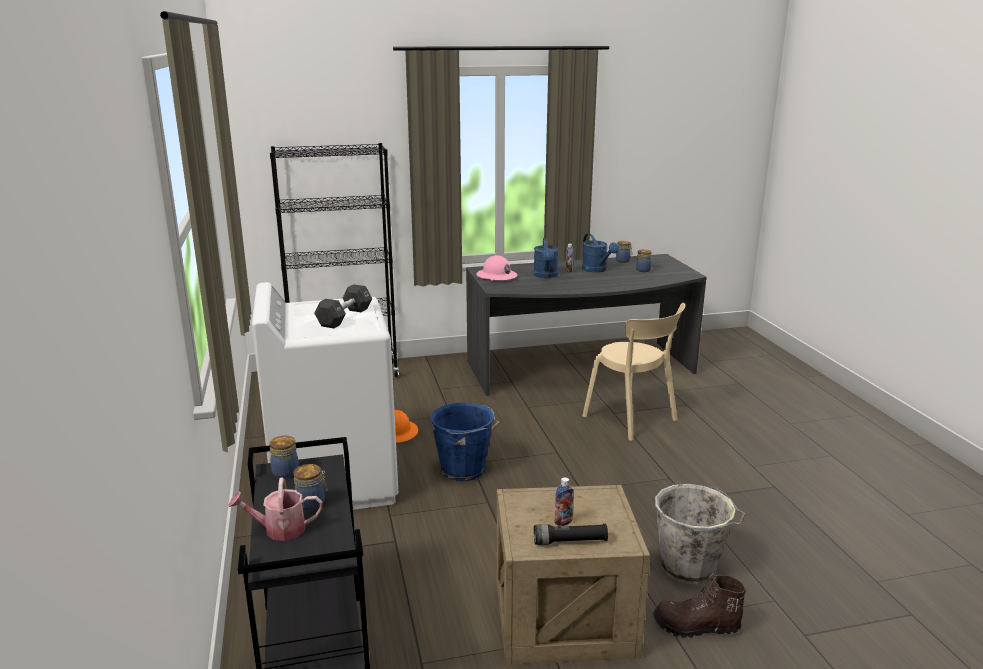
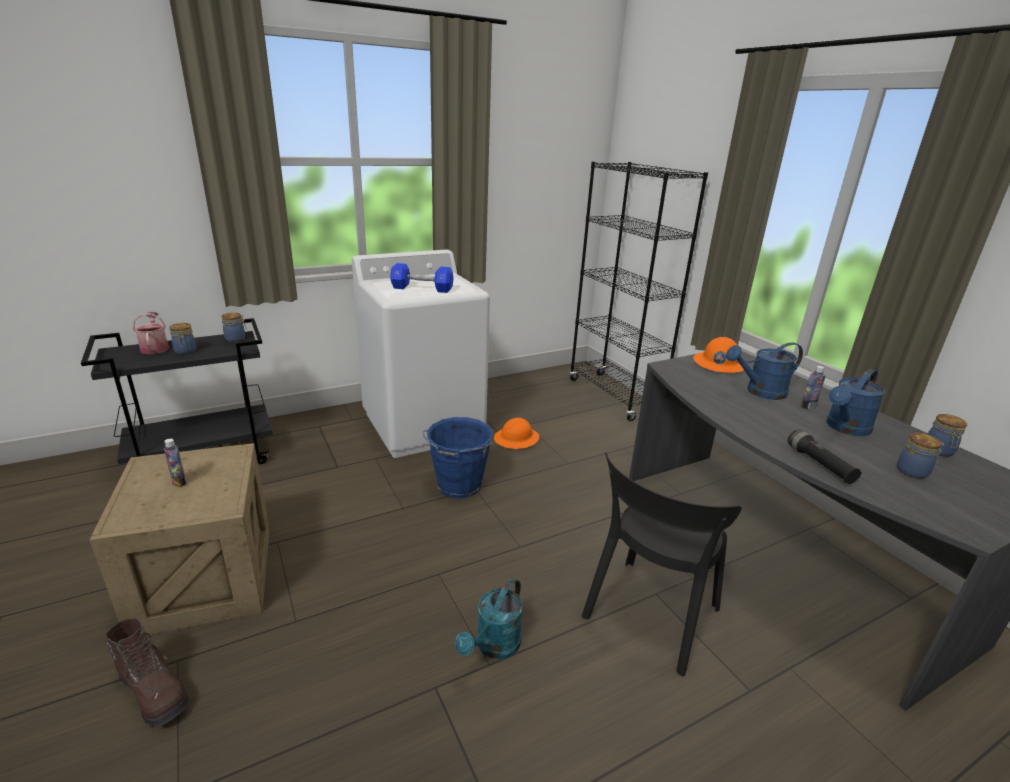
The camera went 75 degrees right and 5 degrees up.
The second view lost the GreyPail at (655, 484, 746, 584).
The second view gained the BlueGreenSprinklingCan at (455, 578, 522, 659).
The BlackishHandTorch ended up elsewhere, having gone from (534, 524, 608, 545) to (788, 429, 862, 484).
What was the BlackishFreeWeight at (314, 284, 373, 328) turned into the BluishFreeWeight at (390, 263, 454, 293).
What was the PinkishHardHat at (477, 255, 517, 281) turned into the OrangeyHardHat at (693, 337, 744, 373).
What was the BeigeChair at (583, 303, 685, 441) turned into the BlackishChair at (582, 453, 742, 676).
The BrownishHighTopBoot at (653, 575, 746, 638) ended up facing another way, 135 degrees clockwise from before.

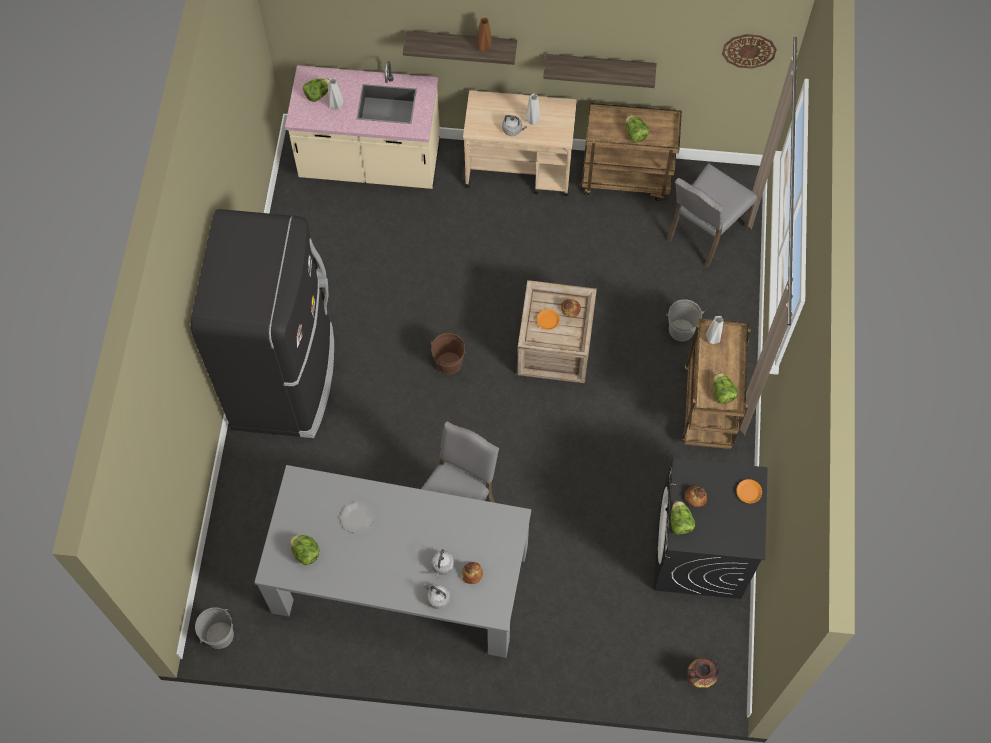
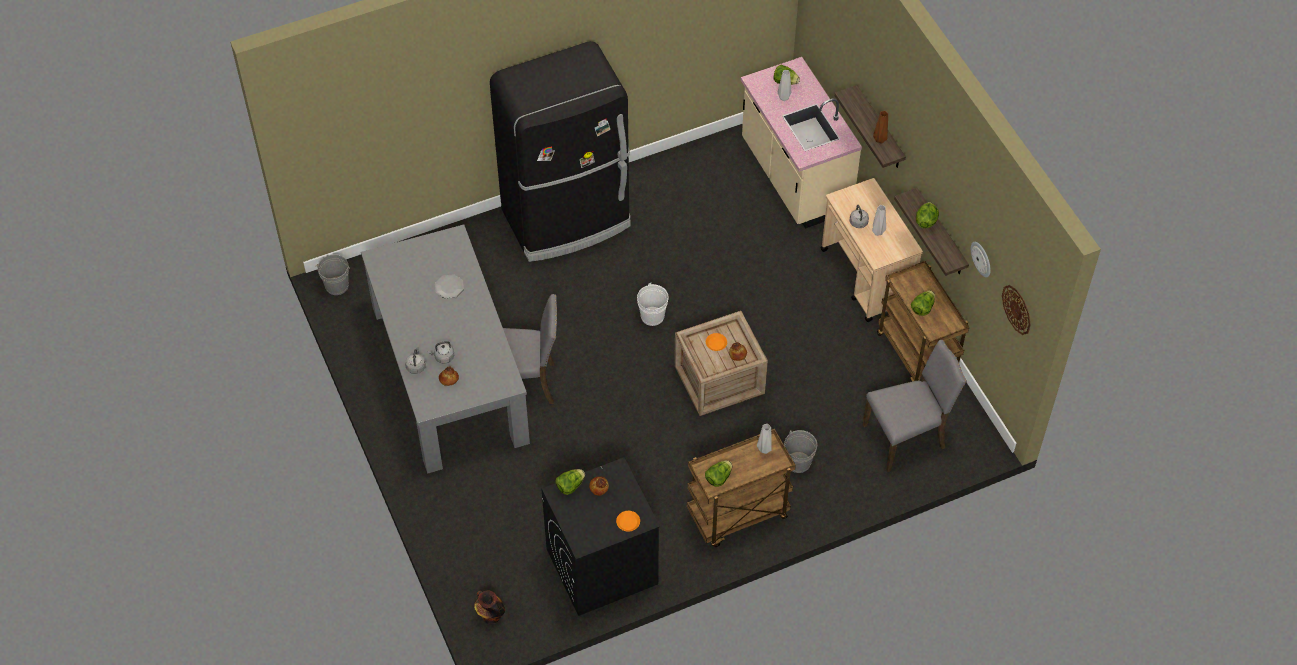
The camera went 60 degrees right and 10 degrees down.
The second view gained the WallClock at (971, 242, 991, 277).
The LettuceHead ended up elsewhere, having gone from (290, 535, 319, 565) to (916, 202, 939, 228).
What was the BrownishPail at (430, 333, 467, 375) turned into the WhitePail at (637, 283, 669, 326).
The GreyChair at (667, 164, 757, 268) ended up facing another way, 150 degrees clockwise from before.

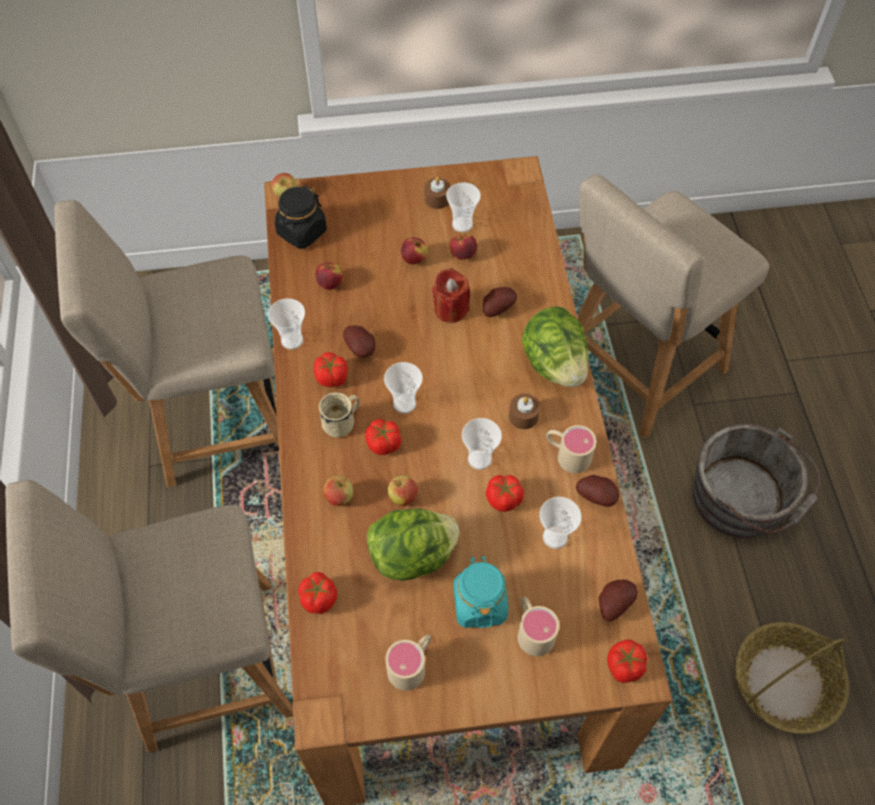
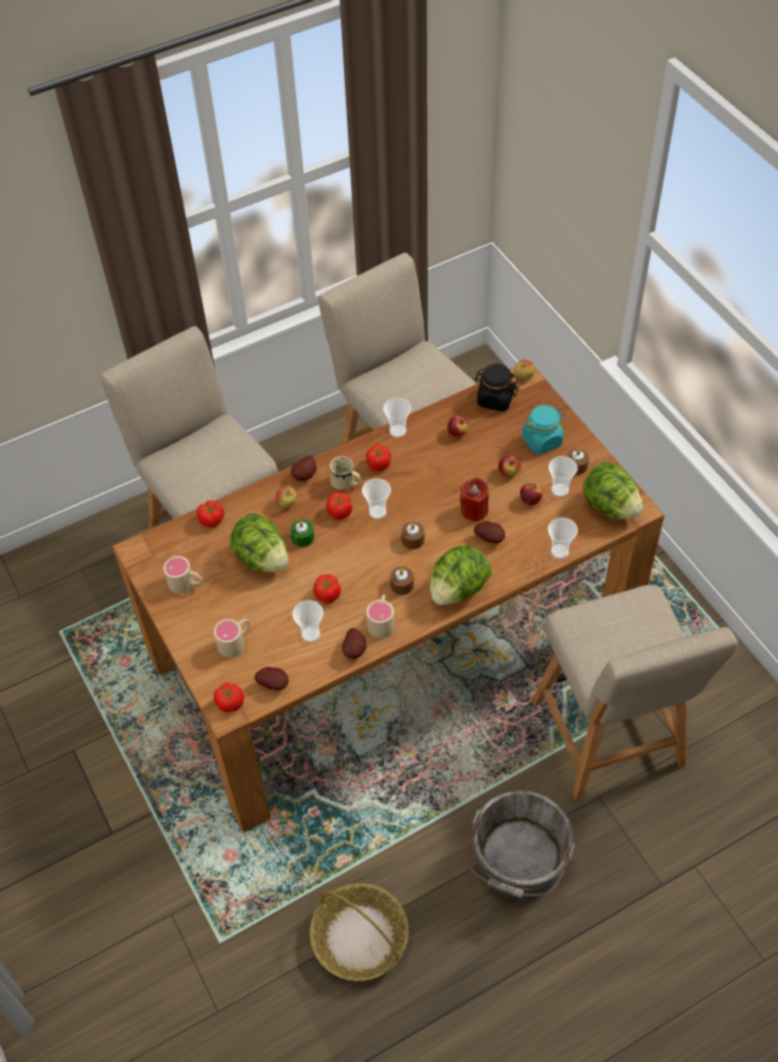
The camera went 70 degrees right and 5 degrees down.
The second view gained the BrownishWaxLight at (401, 522, 424, 549).
The second view gained the LettuceHead at (583, 462, 643, 519).
The Potato ended up elsewhere, having gone from (343, 325, 376, 358) to (291, 456, 317, 481).
The BlueGreenPreserveJar ended up elsewhere, having gone from (453, 555, 508, 628) to (522, 405, 565, 455).
The DrinkingCup ended up elsewhere, having gone from (462, 418, 502, 470) to (548, 518, 578, 559).
Where the AppleFruit stood at (387, 475, 418, 507), the GreenWaxLight came to stand at (290, 520, 314, 547).
The BeigeChair at (577, 174, 770, 438) ended up facing another way, 135 degrees counterclockwise from before.

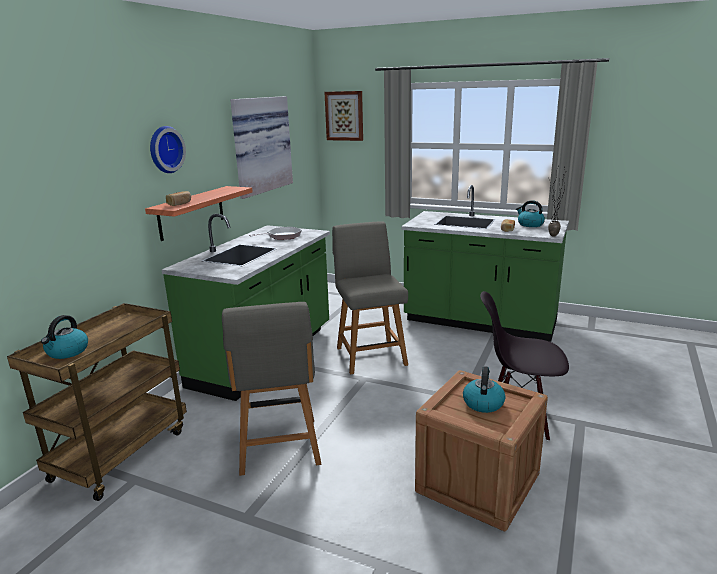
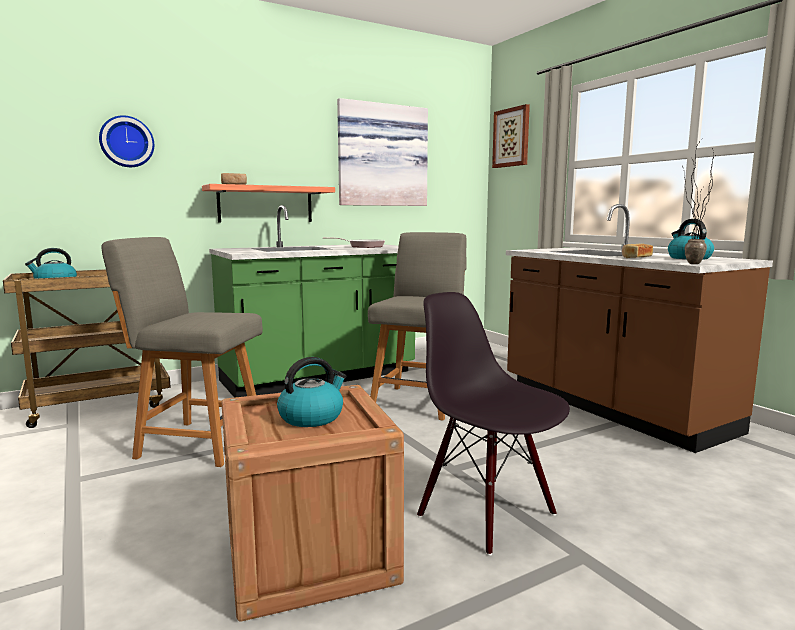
The camera went 35 degrees right and 10 degrees down.
The WallClock ended up elsewhere, having gone from (150, 126, 186, 173) to (99, 115, 154, 167).
What was the GreenCounter at (401, 185, 569, 342) turned into the BrownishCounter at (506, 204, 773, 453).
The GreyChair at (222, 302, 321, 476) ended up facing another way, 75 degrees clockwise from before.

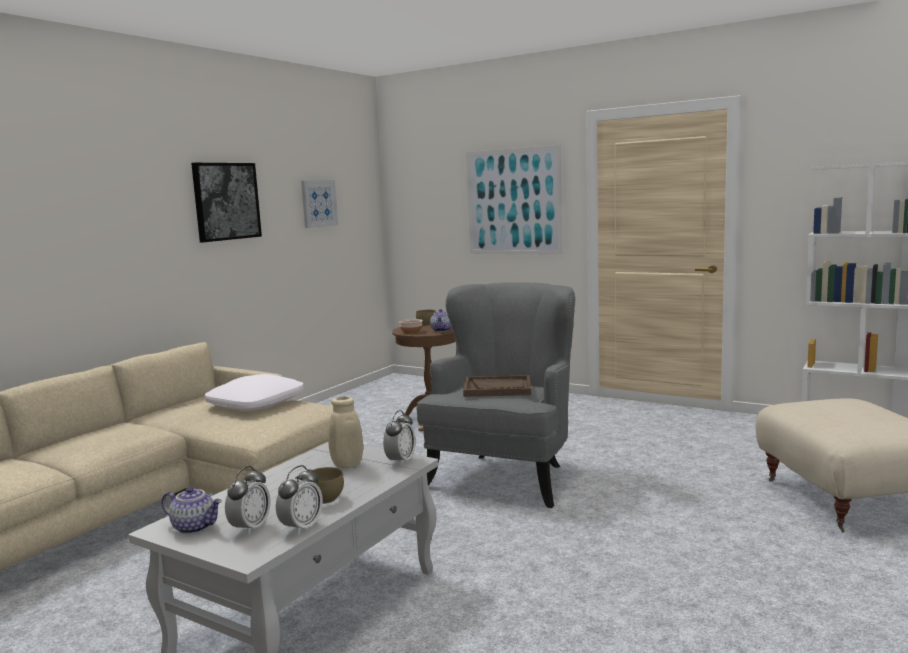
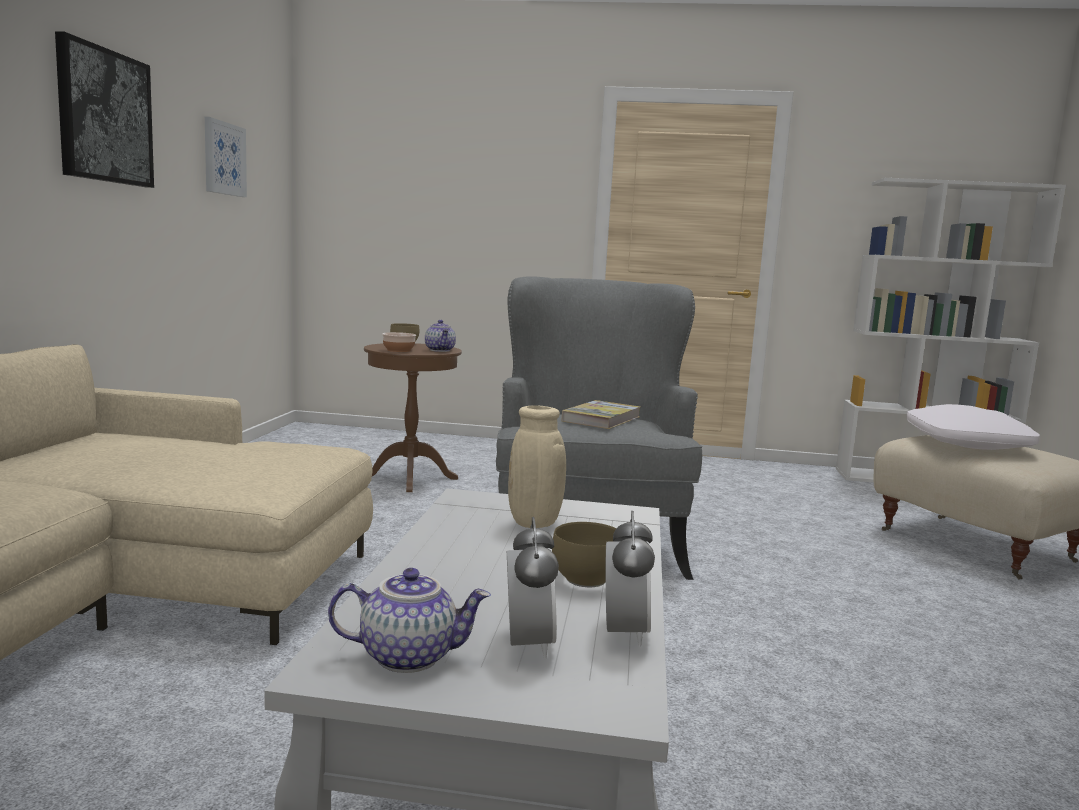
The camera went 25 degrees left and 0 degrees up.
The second view lost the BedsideClock at (383, 410, 415, 466).
The second view lost the WallPicture at (466, 145, 563, 255).
The WhiteThrowPillow ended up elsewhere, having gone from (205, 374, 304, 411) to (907, 404, 1040, 450).
Where the BrownishServingTray stood at (463, 375, 531, 397), the Volume came to stand at (562, 400, 640, 429).

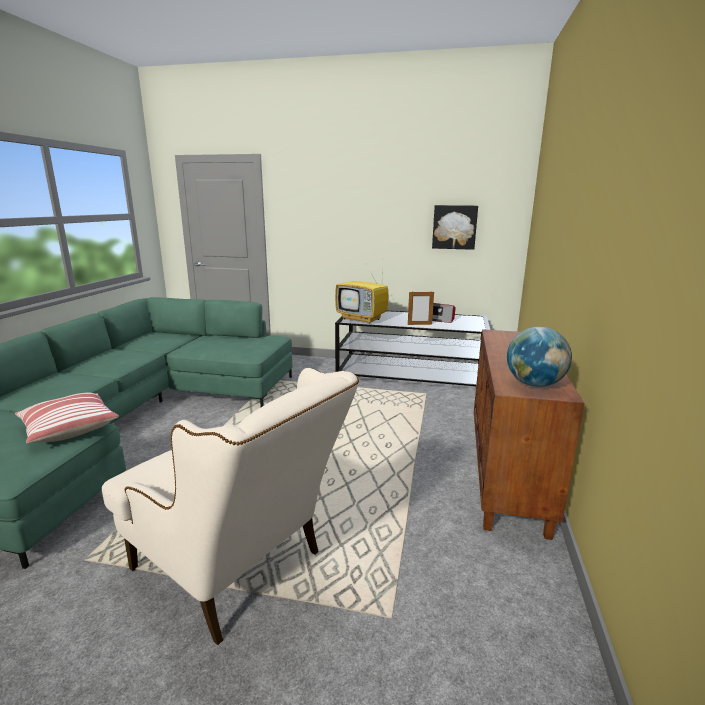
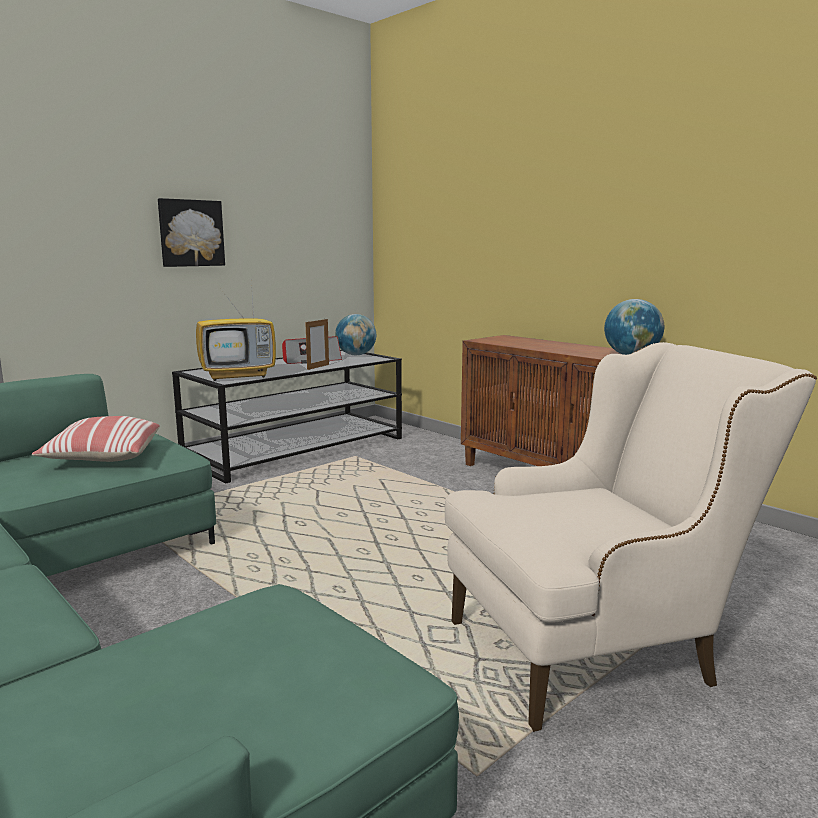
The camera went 55 degrees left and 5 degrees down.
The second view gained the Globe at (335, 314, 376, 355).
The ThrowPillow ended up elsewhere, having gone from (15, 393, 119, 444) to (32, 416, 160, 462).
The WallPicture ended up elsewhere, having gone from (432, 205, 478, 250) to (158, 198, 225, 267).

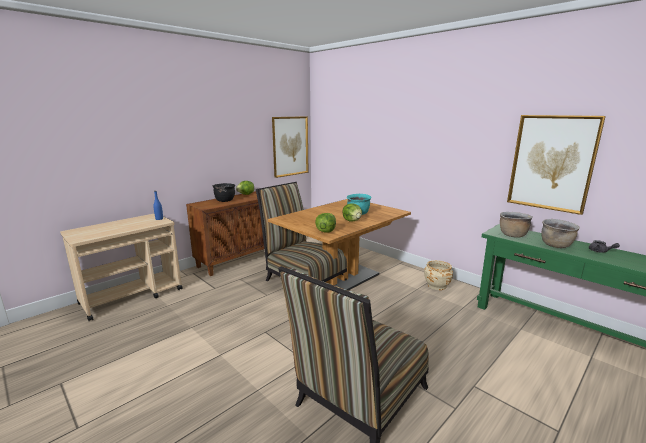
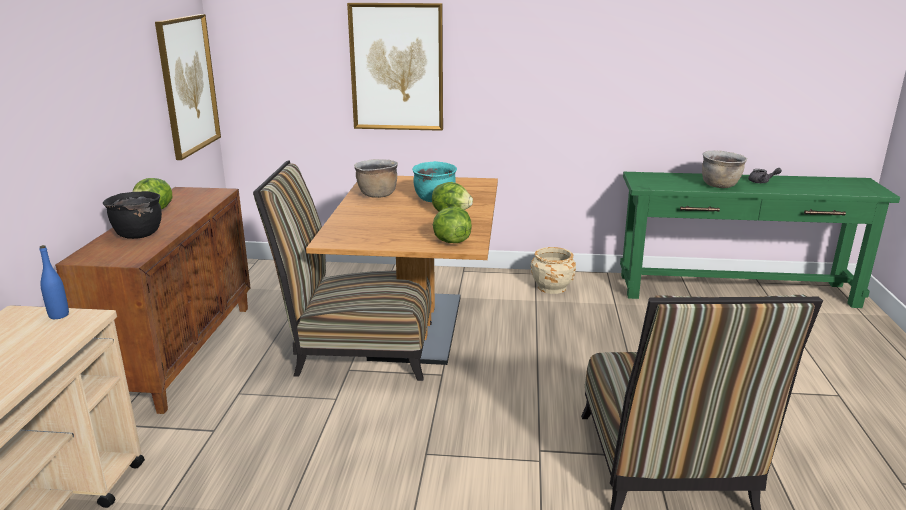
The camera went 40 degrees left and 5 degrees up.
The BrownishStockpot ended up elsewhere, having gone from (500, 212, 533, 238) to (354, 159, 398, 198).
The WallPicture ended up elsewhere, having gone from (507, 115, 606, 215) to (347, 3, 443, 131).

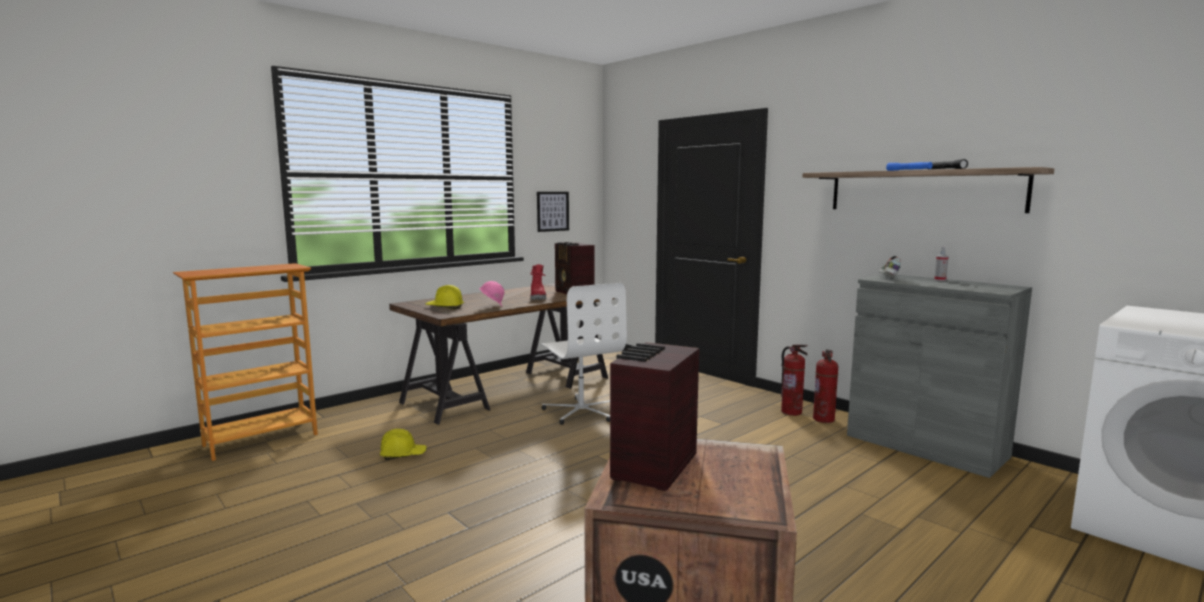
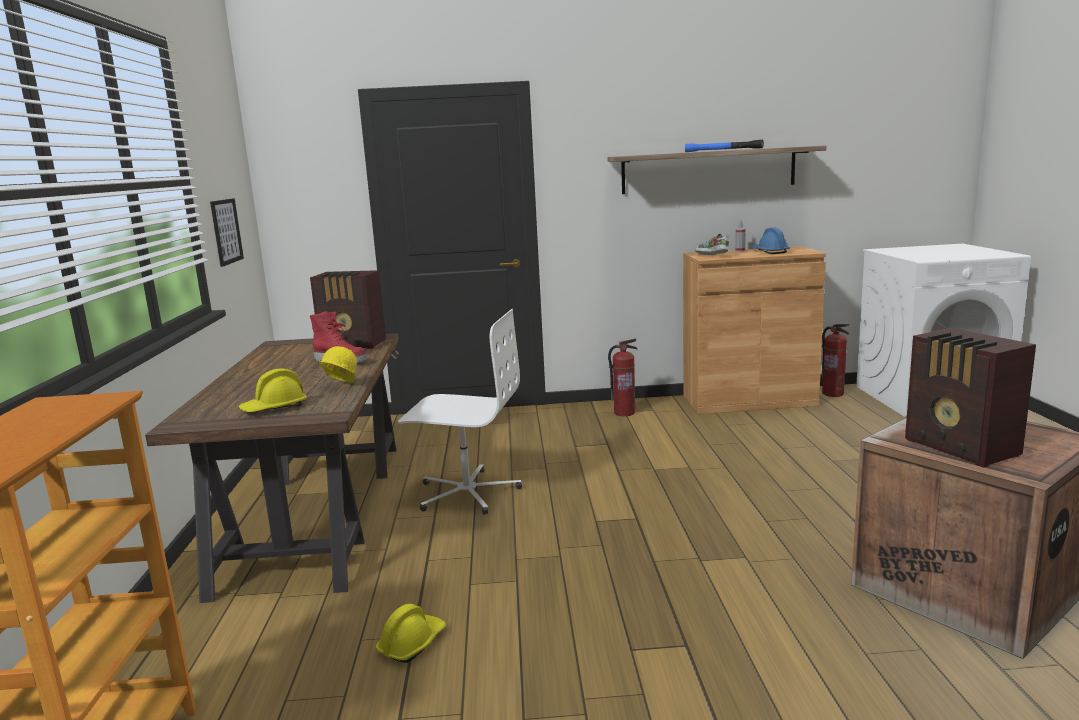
The camera went 50 degrees left and 5 degrees up.
The second view gained the BluishHardHat at (751, 227, 790, 254).
The Extinguisher ended up elsewhere, having gone from (813, 350, 838, 423) to (822, 324, 850, 397).
What was the PinkishHardHat at (479, 281, 505, 307) turned into the YellowHardHat at (319, 346, 357, 383).
What was the GreyStorageCabinet at (847, 274, 1032, 478) turned into the BrownishStorageCabinet at (683, 246, 826, 414).

